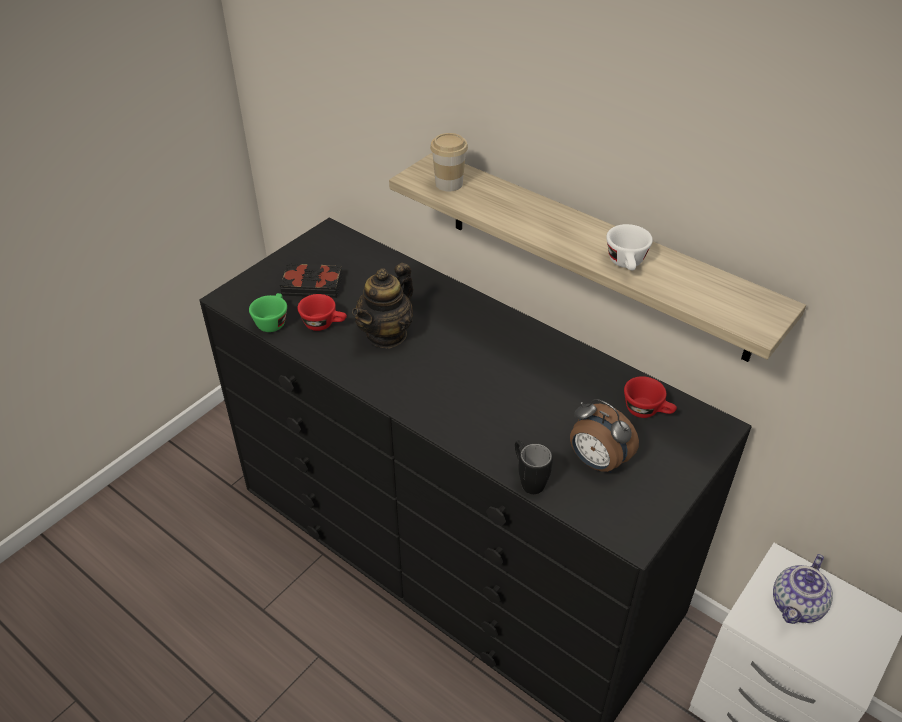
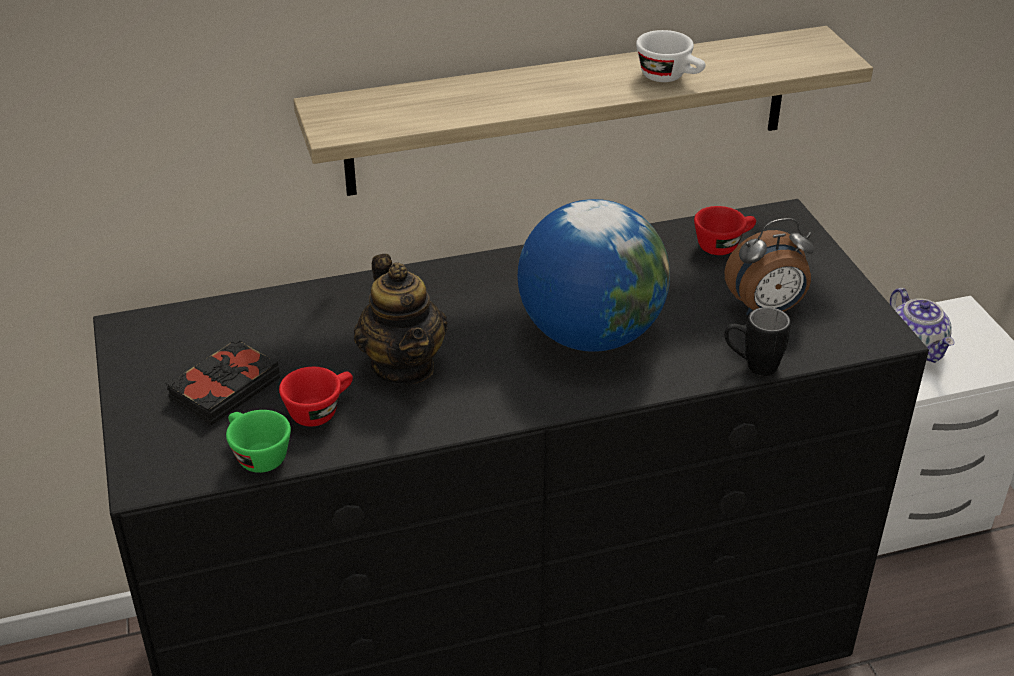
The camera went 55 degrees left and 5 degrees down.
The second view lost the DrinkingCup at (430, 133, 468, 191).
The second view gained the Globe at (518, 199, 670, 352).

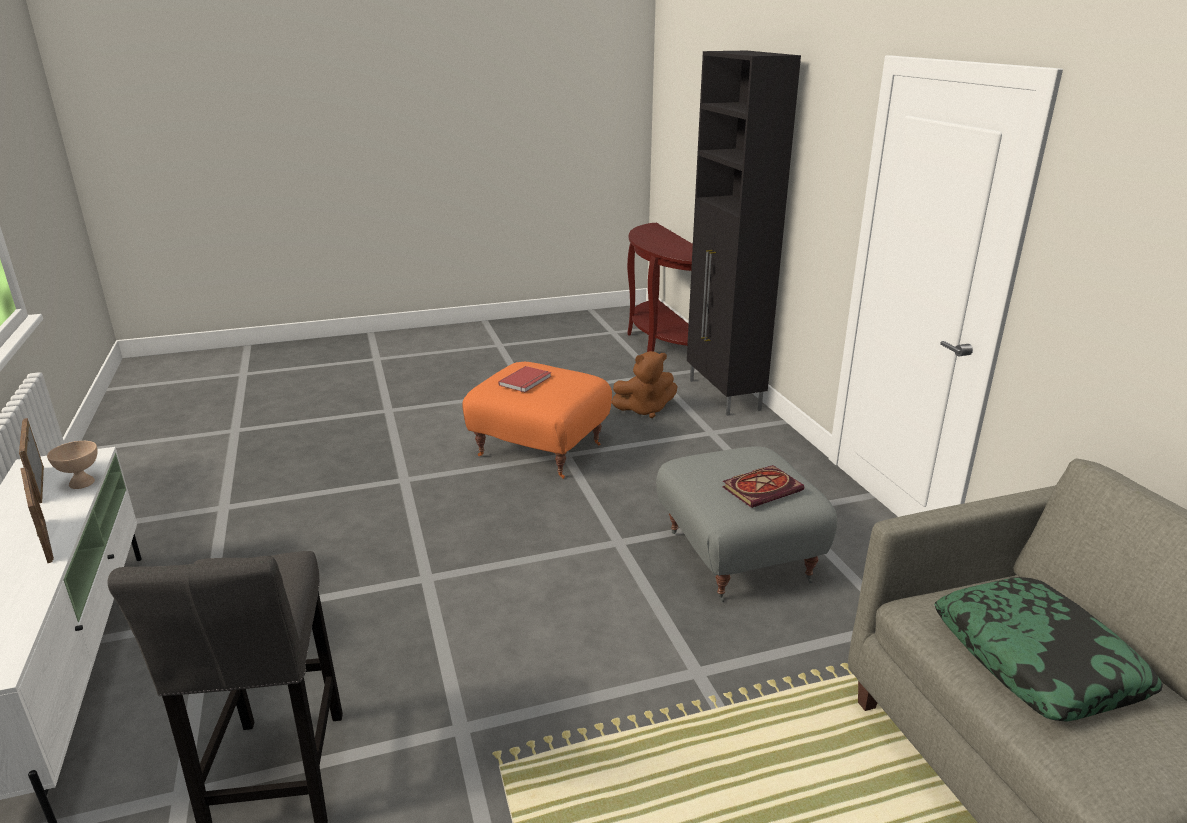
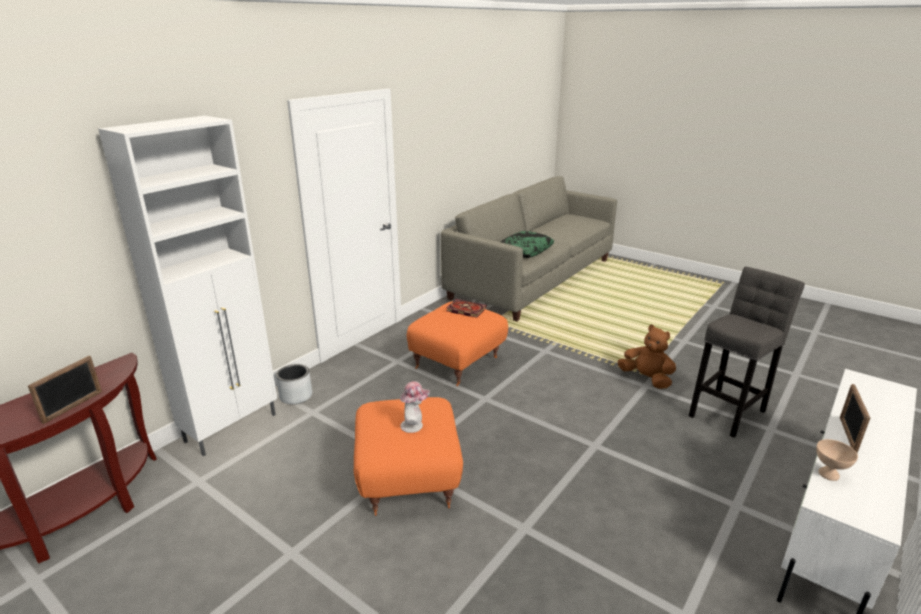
The camera went 125 degrees left and 0 degrees up.
The second view gained the GreyPlantPot at (276, 364, 312, 404).
The StandingFrame ended up elsewhere, having gone from (19, 418, 44, 503) to (28, 356, 102, 424).
The BrownishSoftToy ended up elsewhere, having gone from (611, 351, 678, 418) to (617, 325, 676, 389).
Where the ReddishVolume stood at (498, 366, 551, 392), the ClothingHat came to stand at (400, 381, 430, 433).
What was the GreyFootrest at (656, 446, 837, 602) turned into the OrangeyFootrest at (407, 301, 508, 386).
What was the BlackishStorageCabinet at (687, 51, 801, 416) turned into the WhiteStorageCabinet at (98, 116, 277, 456).

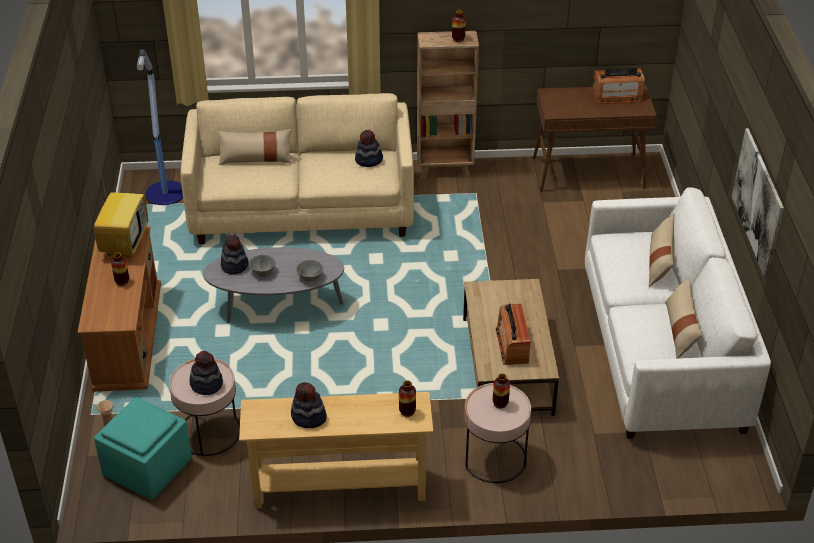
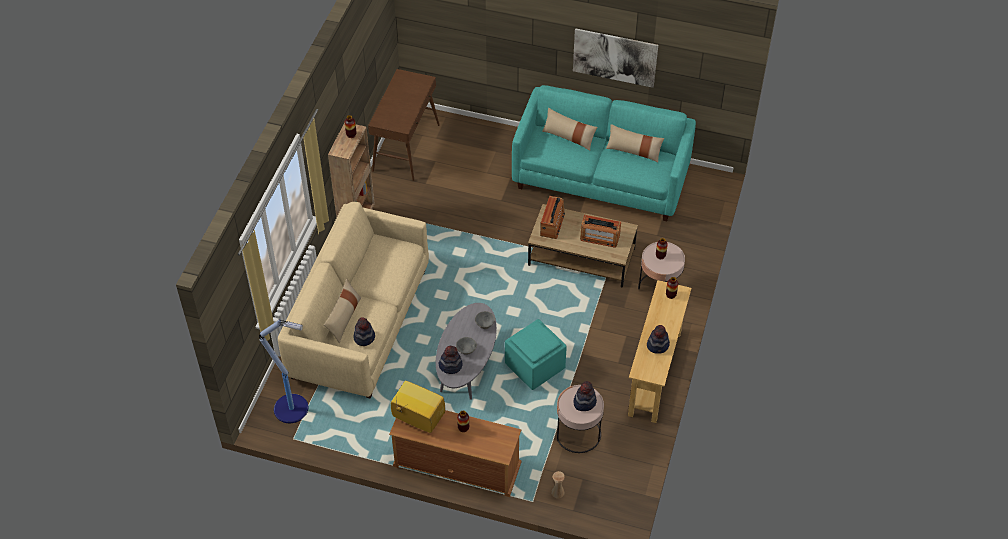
The camera went 70 degrees left and 10 degrees up.
The BlueGreenFootrest ended up elsewhere, having gone from (94, 397, 192, 500) to (505, 319, 567, 390).
The ClothingHat ended up elsewhere, having gone from (355, 130, 383, 167) to (353, 317, 375, 346).
The RadioSet ended up elsewhere, having gone from (592, 68, 645, 104) to (540, 196, 565, 239).
What was the WhiteCouch at (585, 187, 771, 439) turned into the BlueGreenCouch at (512, 85, 696, 221).

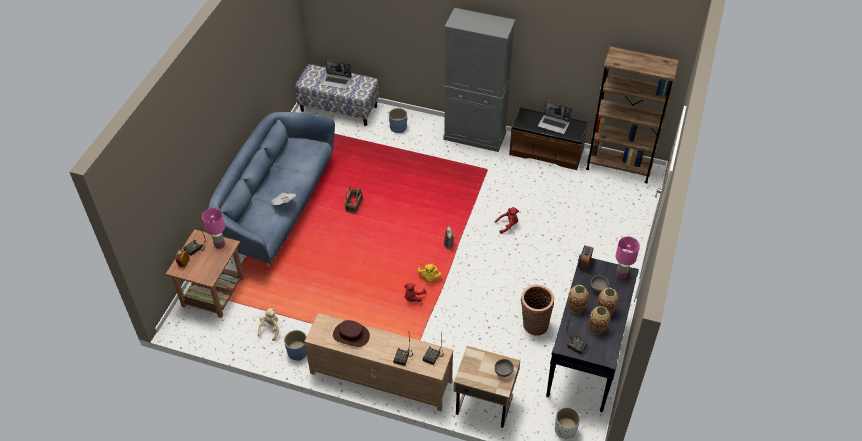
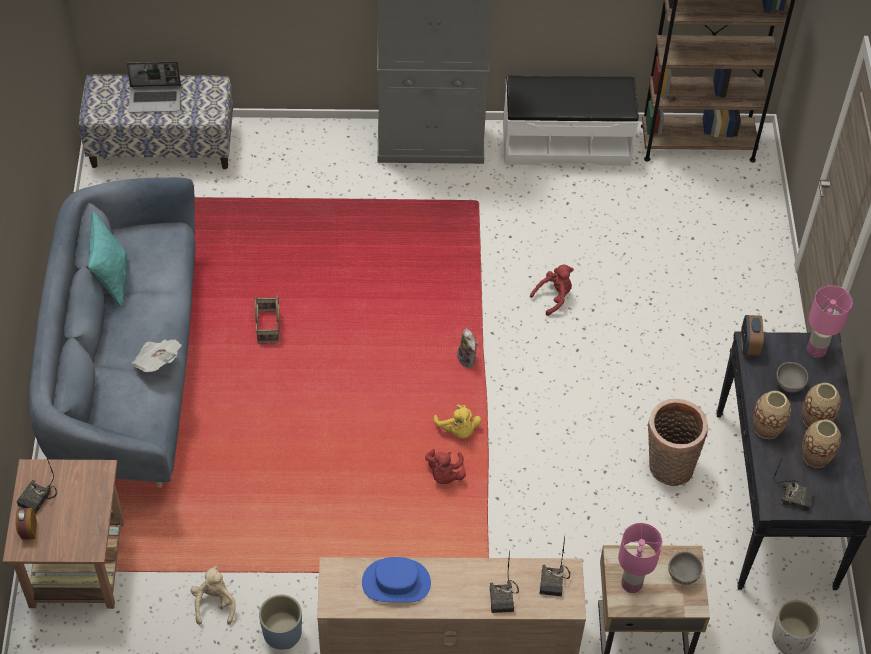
The camera went 20 degrees left and 5 degrees up.
The second view lost the BluishPlantPot at (389, 108, 407, 133).
The second view lost the Laptop at (538, 101, 572, 134).
The second view gained the BlueGreenThrowPillow at (88, 211, 128, 308).
The PinkishTabletopLamp ended up elsewhere, having gone from (202, 208, 225, 249) to (618, 523, 662, 593).
What was the BrownishClothingHat at (333, 320, 370, 347) turned into the BluishClothingHat at (362, 557, 431, 603).
What was the BrownishBench at (509, 107, 588, 170) turned into the WhiteBench at (503, 76, 639, 166).

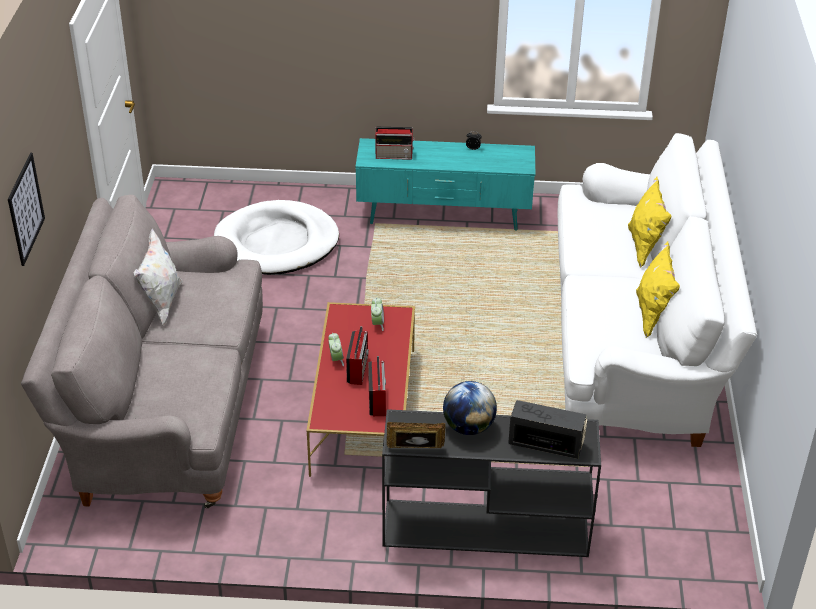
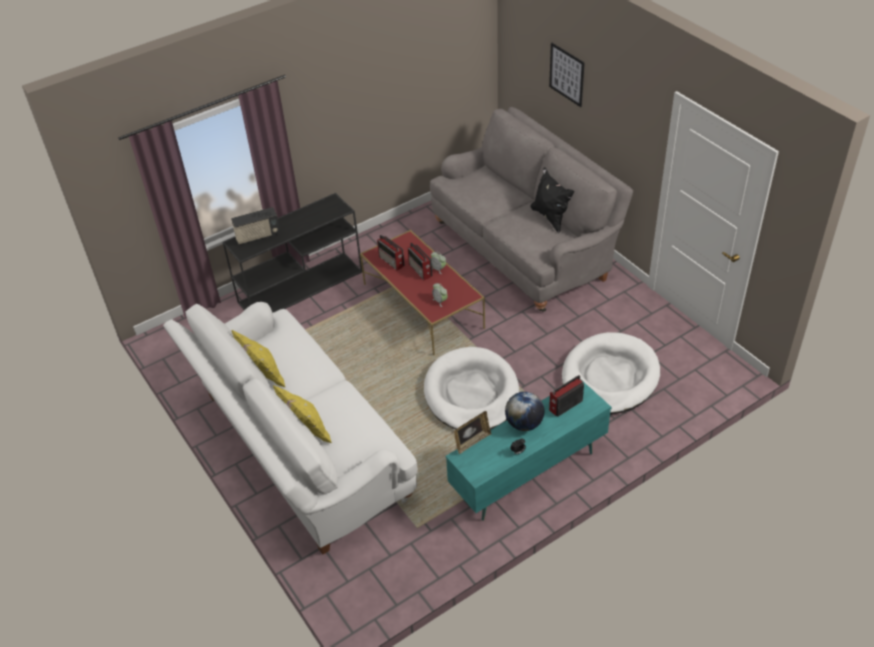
The camera went 145 degrees right and 5 degrees up.
The second view gained the WhiteDogCushion at (424, 347, 519, 430).
The StandingFrame ended up elsewhere, having gone from (387, 422, 446, 448) to (454, 411, 491, 454).
The Globe ended up elsewhere, having gone from (443, 381, 497, 435) to (505, 392, 544, 431).
What was the WhiteThrowPillow at (133, 229, 183, 326) turned into the BlackishThrowPillow at (530, 167, 574, 233).

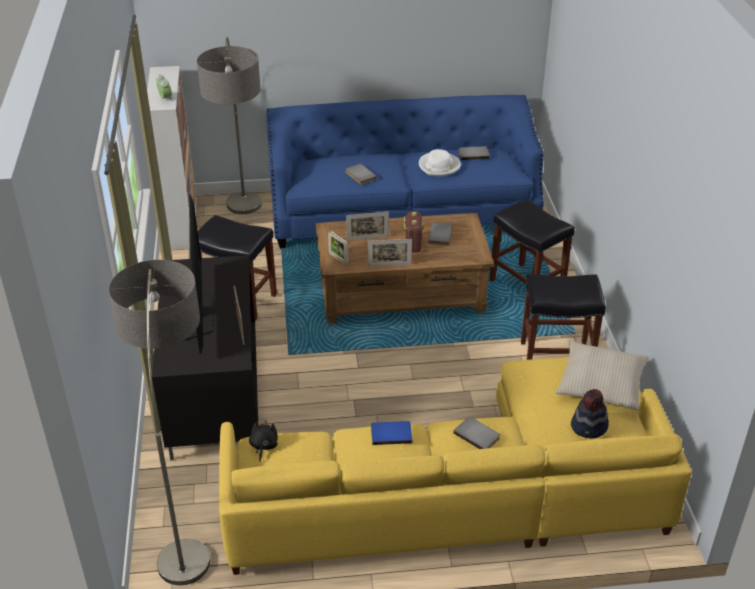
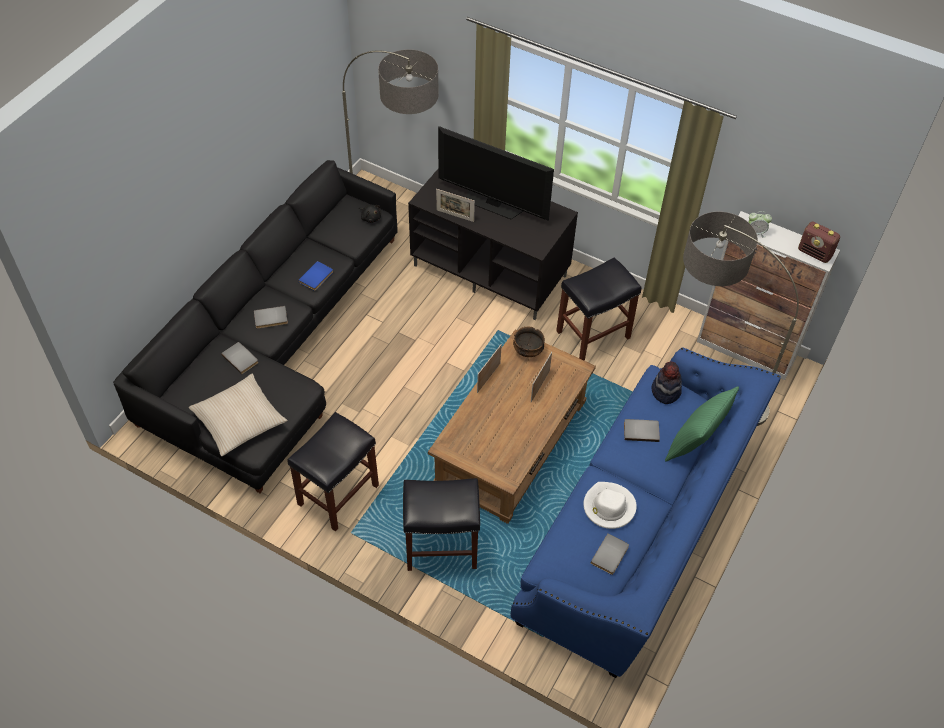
The camera went 125 degrees right and 15 degrees up.
The second view gained the GreenThrowPillow at (665, 386, 739, 462).
The RadioSet ended up elsewhere, having gone from (404, 212, 424, 252) to (798, 221, 840, 263).
The GreyVolume ended up elsewhere, having gone from (428, 223, 453, 246) to (221, 342, 258, 374).
The ClothingHat ended up elsewhere, having gone from (571, 389, 609, 439) to (651, 361, 682, 404).
Where the StandingFrame stood at (328, 231, 349, 264), the Bowl came to stand at (513, 327, 545, 357).
What was the YellowCouch at (219, 357, 692, 575) turned into the BlackishCouch at (113, 160, 398, 493).

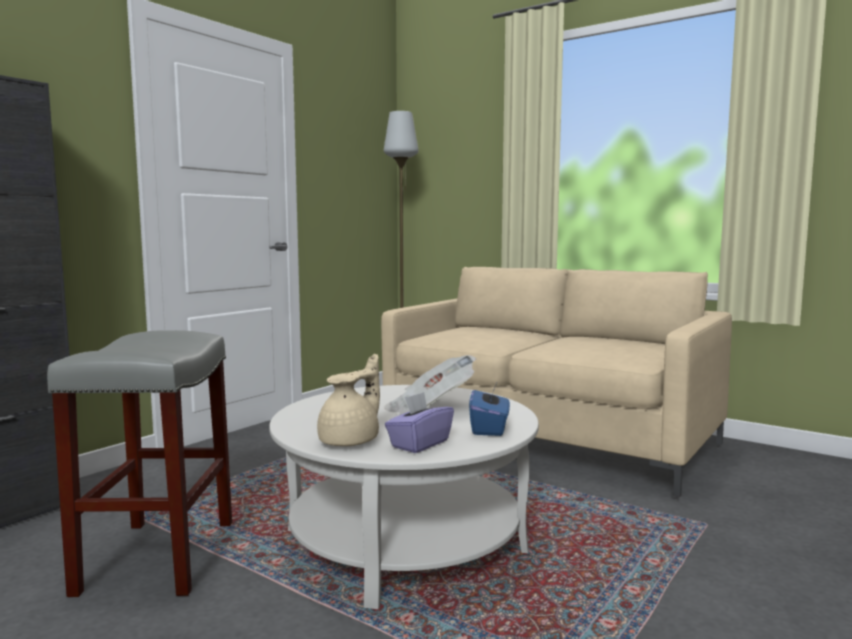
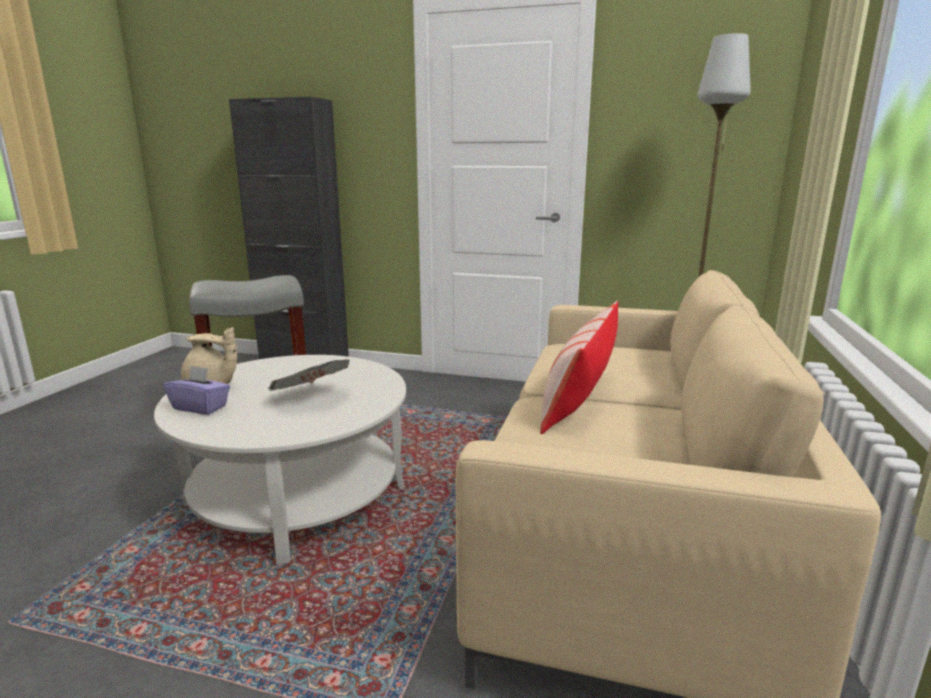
The camera went 70 degrees right and 10 degrees up.
The second view lost the BluishTissueBox at (469, 381, 510, 436).
The second view gained the ThrowPillow at (540, 301, 619, 434).

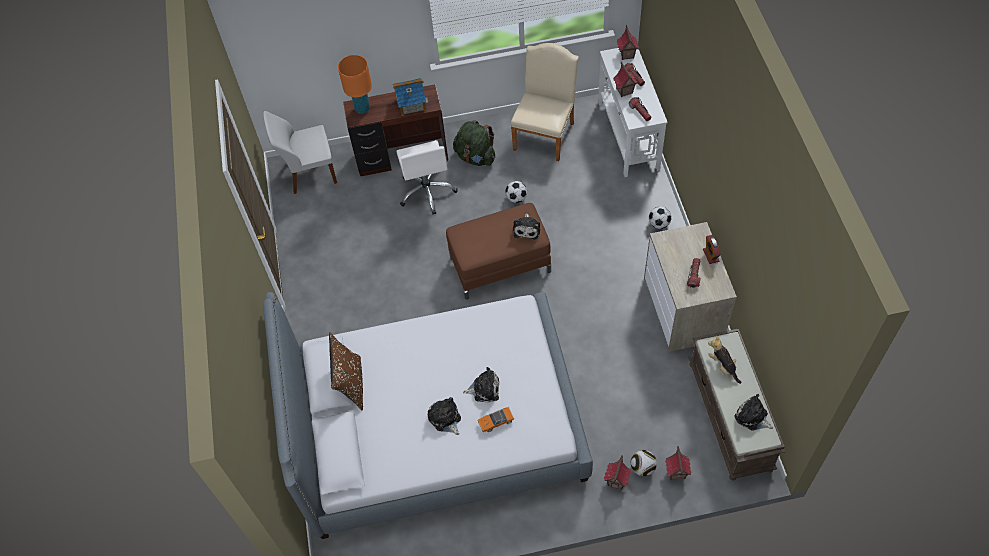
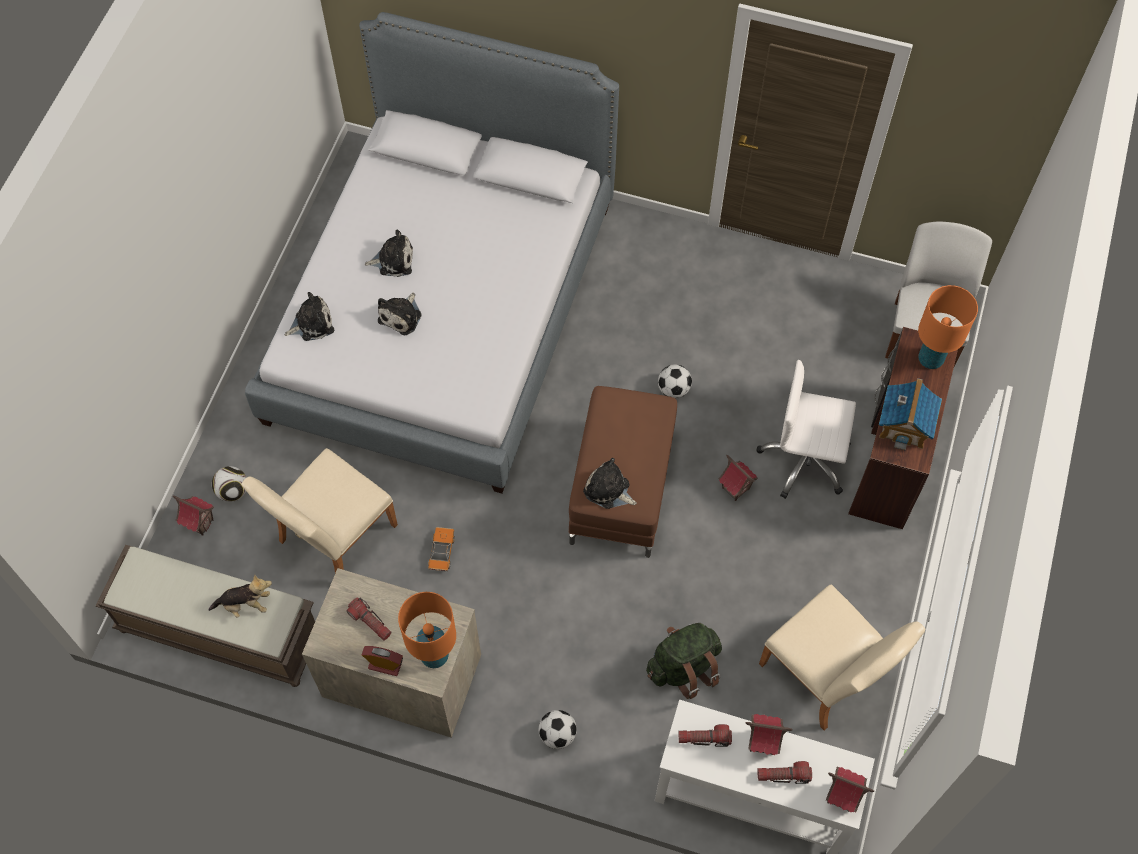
The camera went 115 degrees right and 5 degrees up.
The second view lost the BrownishThrowPillow at (329, 332, 363, 410).
The second view gained the BeigeChair at (241, 448, 398, 573).
The second view gained the OrangeyTabletopLamp at (398, 592, 456, 668).
The GreenKnapsack ended up elsewhere, having gone from (453, 120, 495, 166) to (646, 623, 722, 699).
The MiniatureCar ended up elsewhere, having gone from (478, 407, 514, 432) to (428, 527, 455, 571).
The BallForFootball ended up elsewhere, having gone from (505, 181, 527, 203) to (658, 364, 692, 399).
The MiniatureHouse ended up elsewhere, having gone from (604, 455, 631, 490) to (718, 455, 758, 501).
The SoftToy ended up elsewhere, having gone from (734, 394, 774, 431) to (285, 292, 334, 341).

